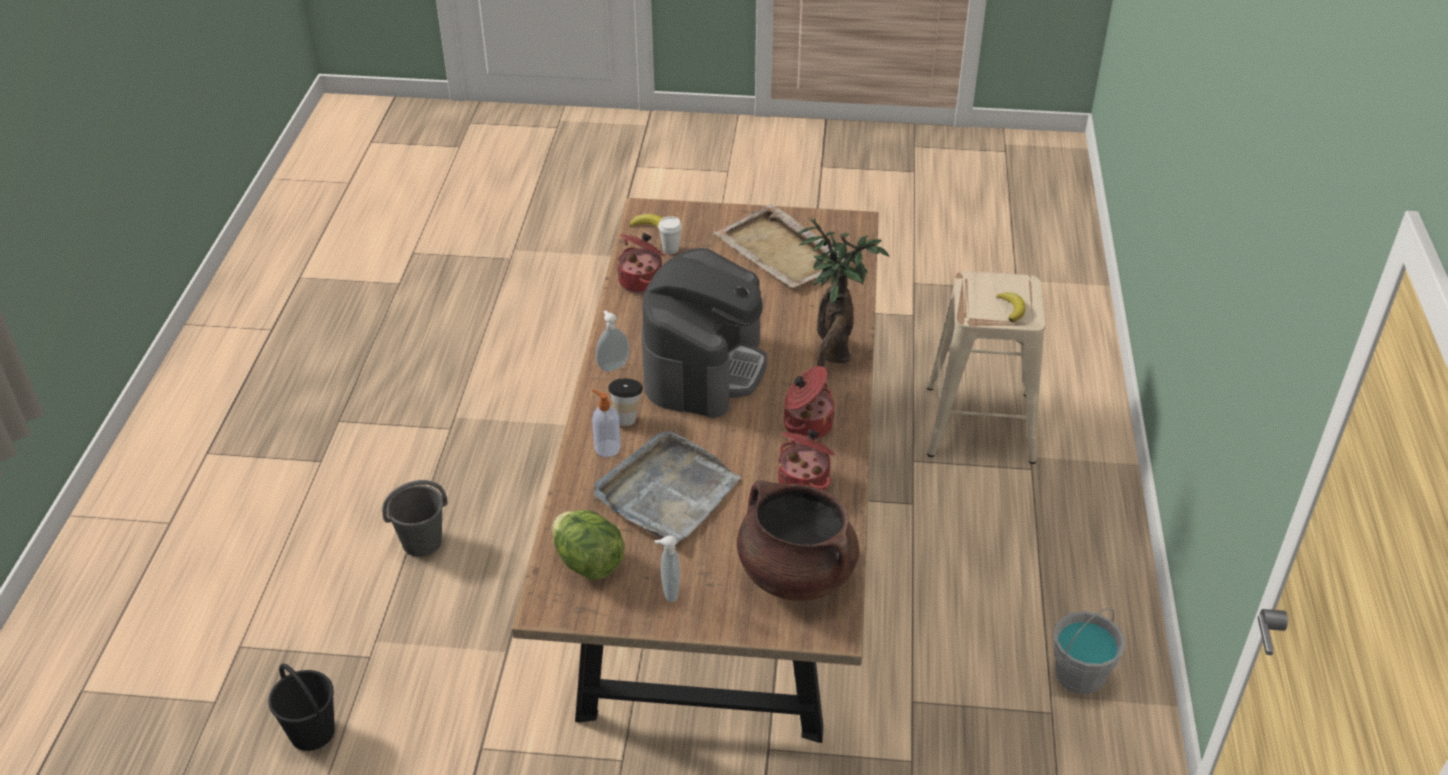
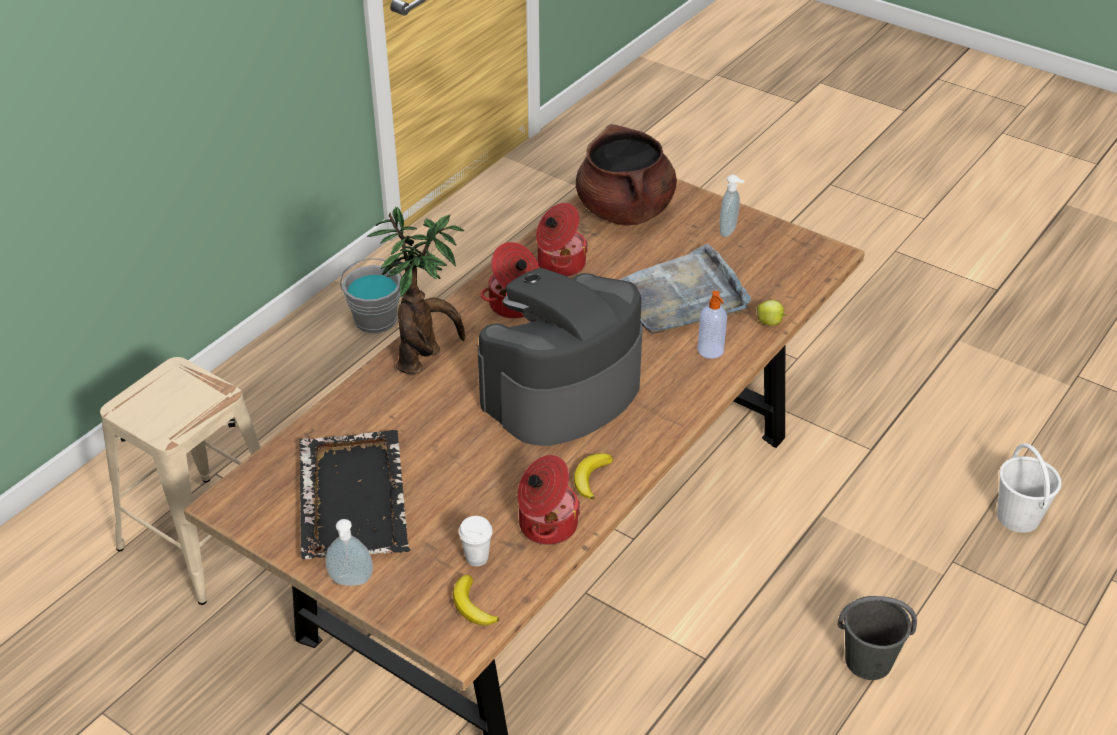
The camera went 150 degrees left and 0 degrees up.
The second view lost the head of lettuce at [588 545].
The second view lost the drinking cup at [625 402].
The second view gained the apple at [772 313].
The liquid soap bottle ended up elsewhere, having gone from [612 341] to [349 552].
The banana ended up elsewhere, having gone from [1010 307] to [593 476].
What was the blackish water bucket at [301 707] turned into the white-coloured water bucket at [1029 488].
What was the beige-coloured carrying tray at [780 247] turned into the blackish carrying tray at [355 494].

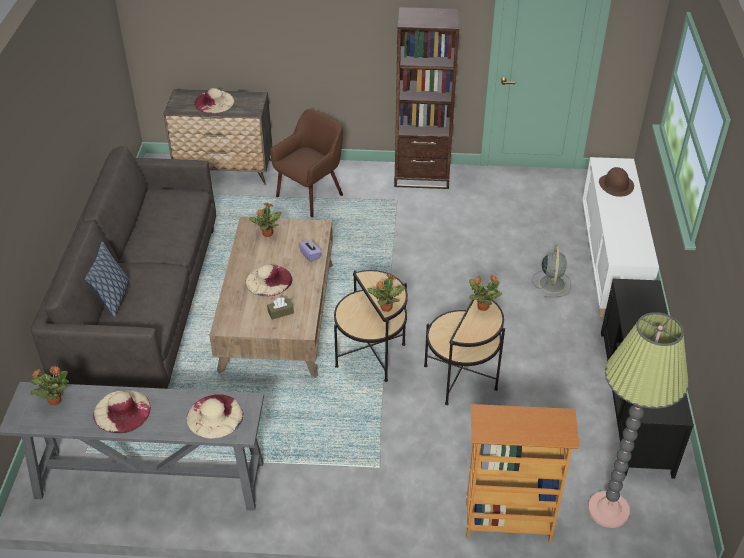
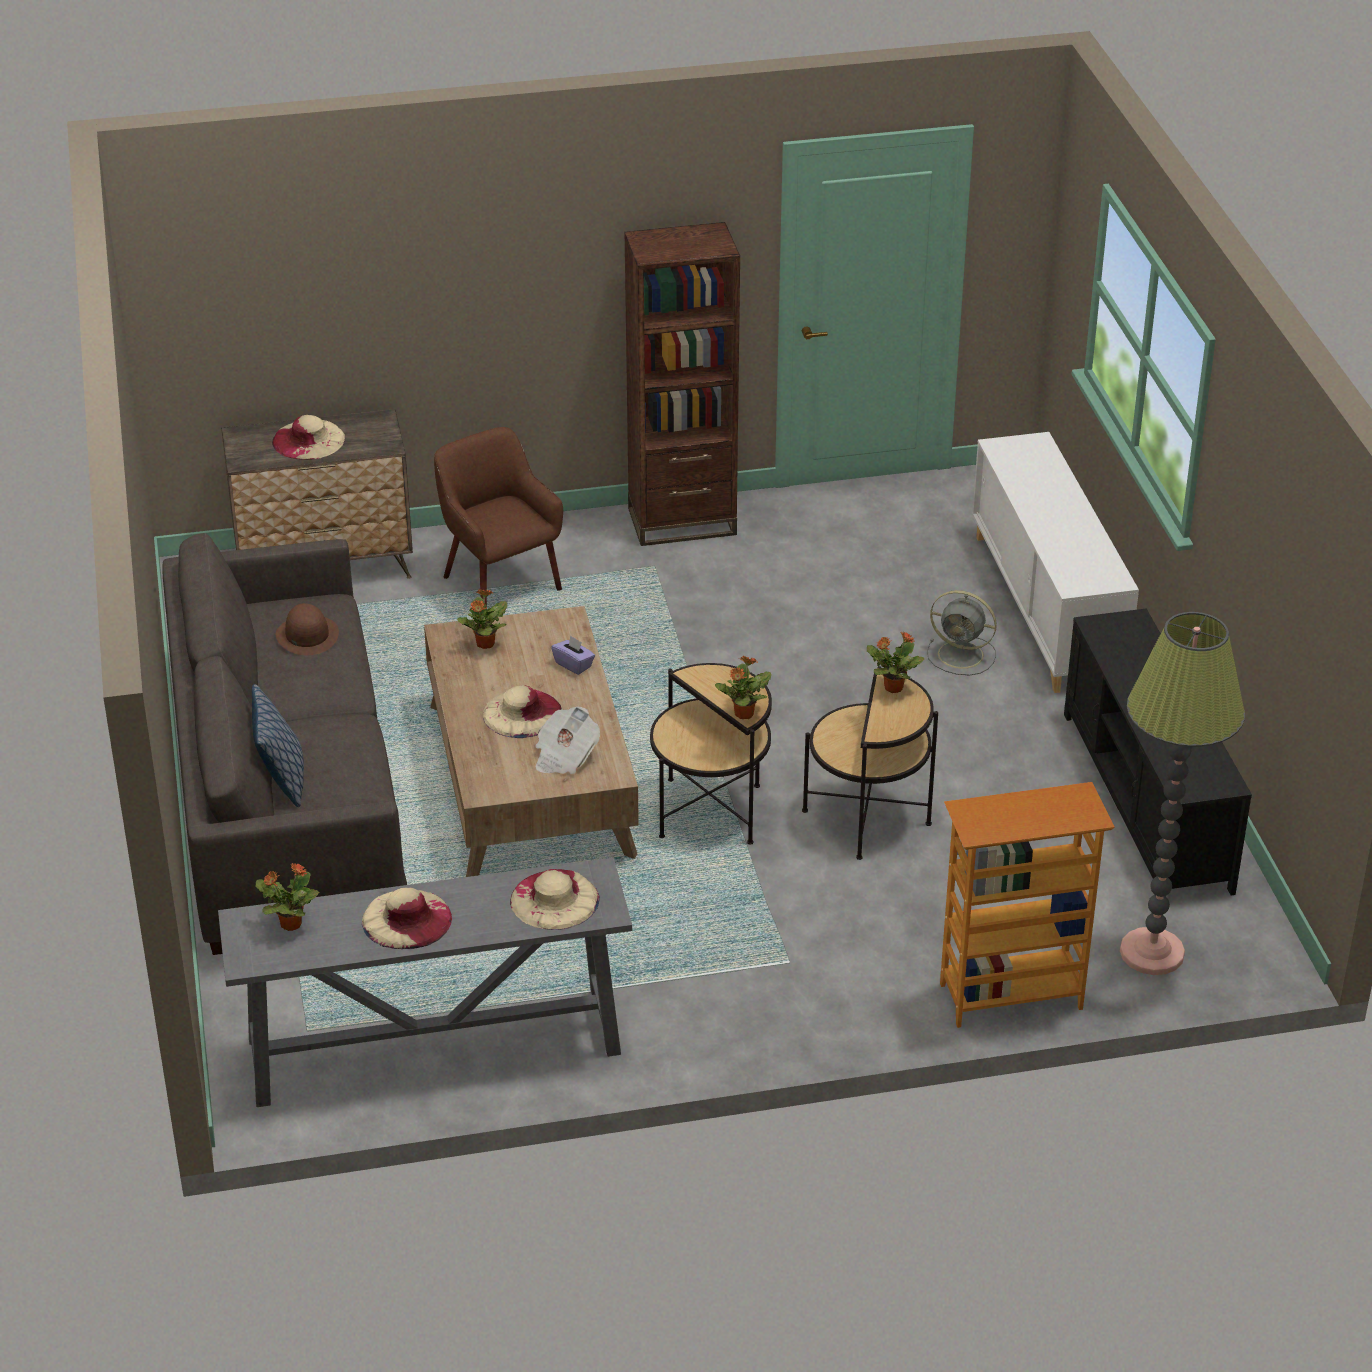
The camera went 15 degrees left and 5 degrees down.
The brown-coloured clothing hat ended up elsewhere, having gone from [616 182] to [307 629].
Where the brown-coloured tissue box stood at [280 308], the daily paper came to stand at [567 740].
The brown-coloured easy chair at [306 163] ended up facing another way, 60 degrees counterclockwise from before.
The greyish electric fan at [551 271] ended up facing another way, 120 degrees clockwise from before.

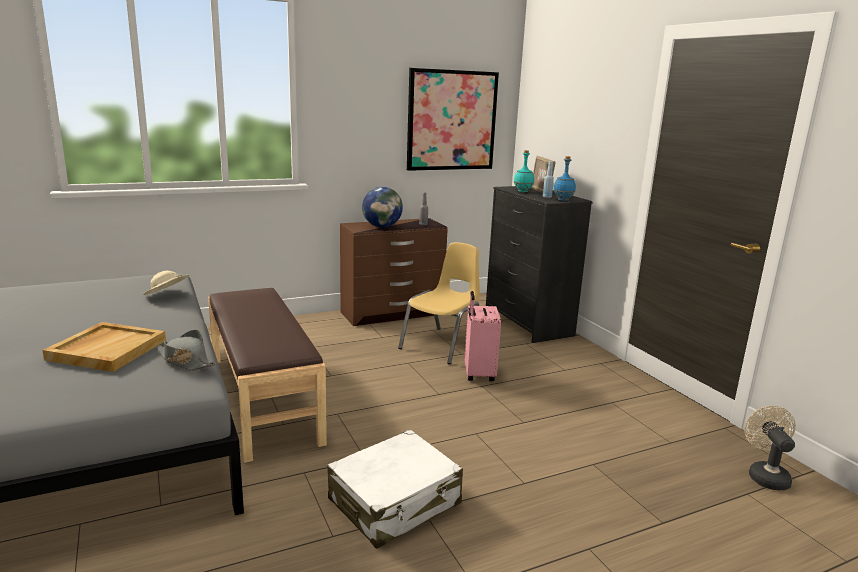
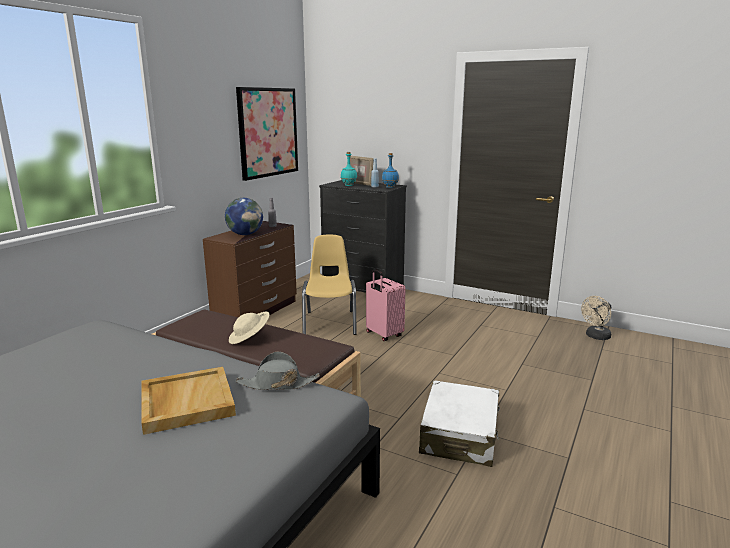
The camera went 35 degrees left and 0 degrees up.
The beige-coloured clothing hat ended up elsewhere, having gone from [166 283] to [249 328].
The beige-coloured electric fan at [770 448] ended up facing another way, 90 degrees counterclockwise from before.

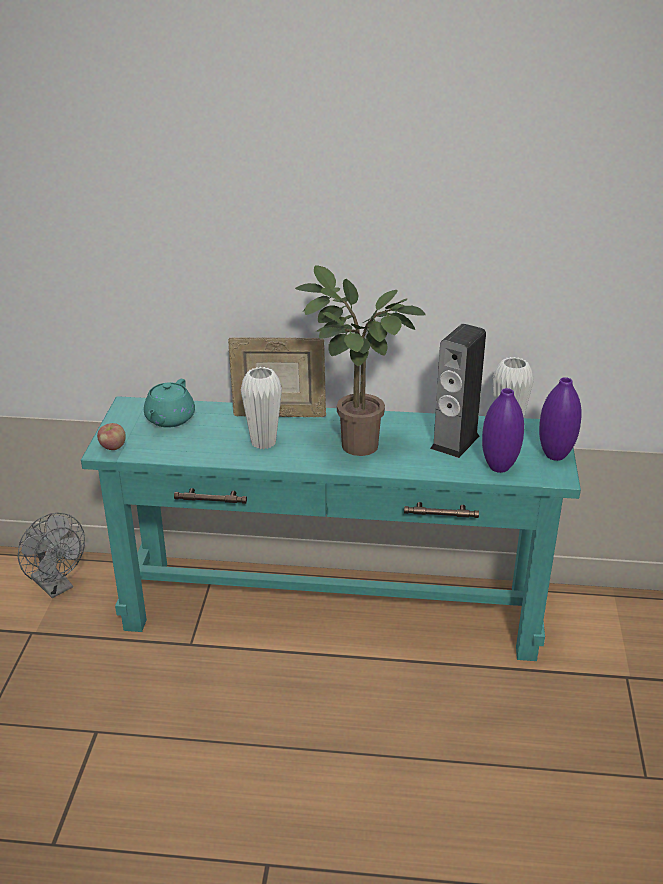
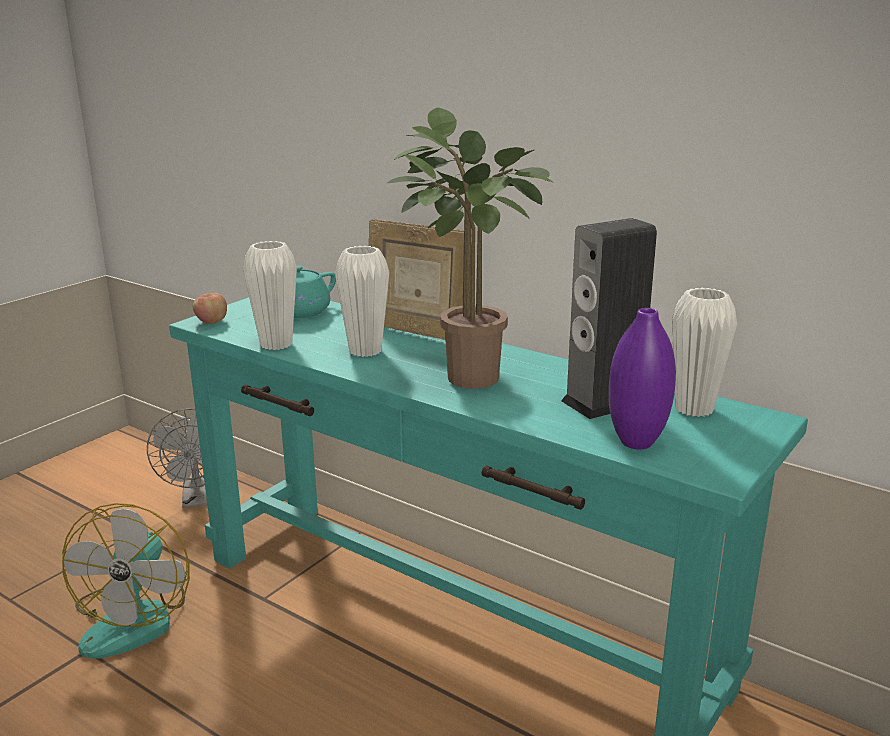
The camera went 30 degrees right and 10 degrees down.
The second view lost the purplish vase at [560 419].
The second view gained the electric fan at [126 581].
The second view gained the white-coloured vase at [270 295].

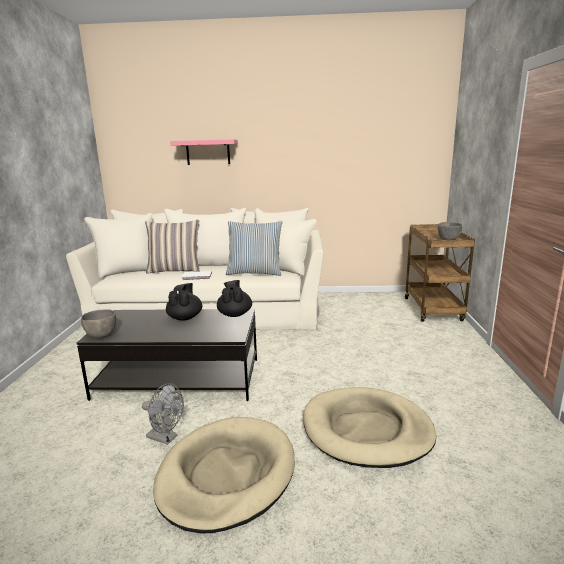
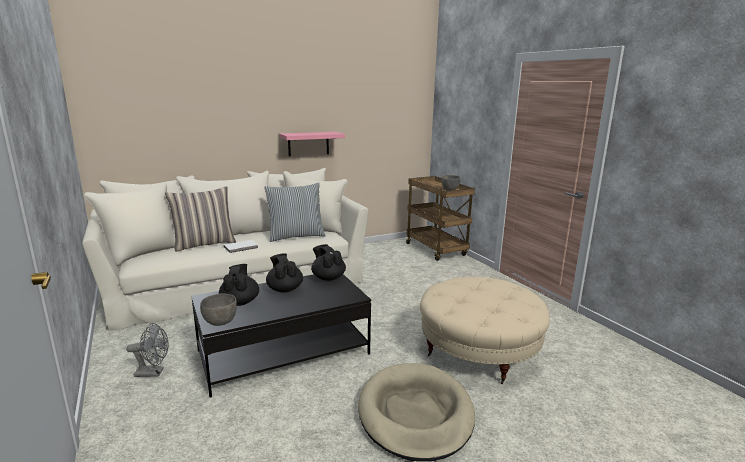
The camera went 30 degrees left and 0 degrees up.
The second view gained the blackish teapot at [239 285].
The greyish electric fan ended up elsewhere, having gone from [163 414] to [147 350].
The pink shelf ended up elsewhere, having gone from [204 152] to [312 144].
Where the beige-coloured dog bed stood at [369 427], the beige-coloured pouffe came to stand at [485 330].

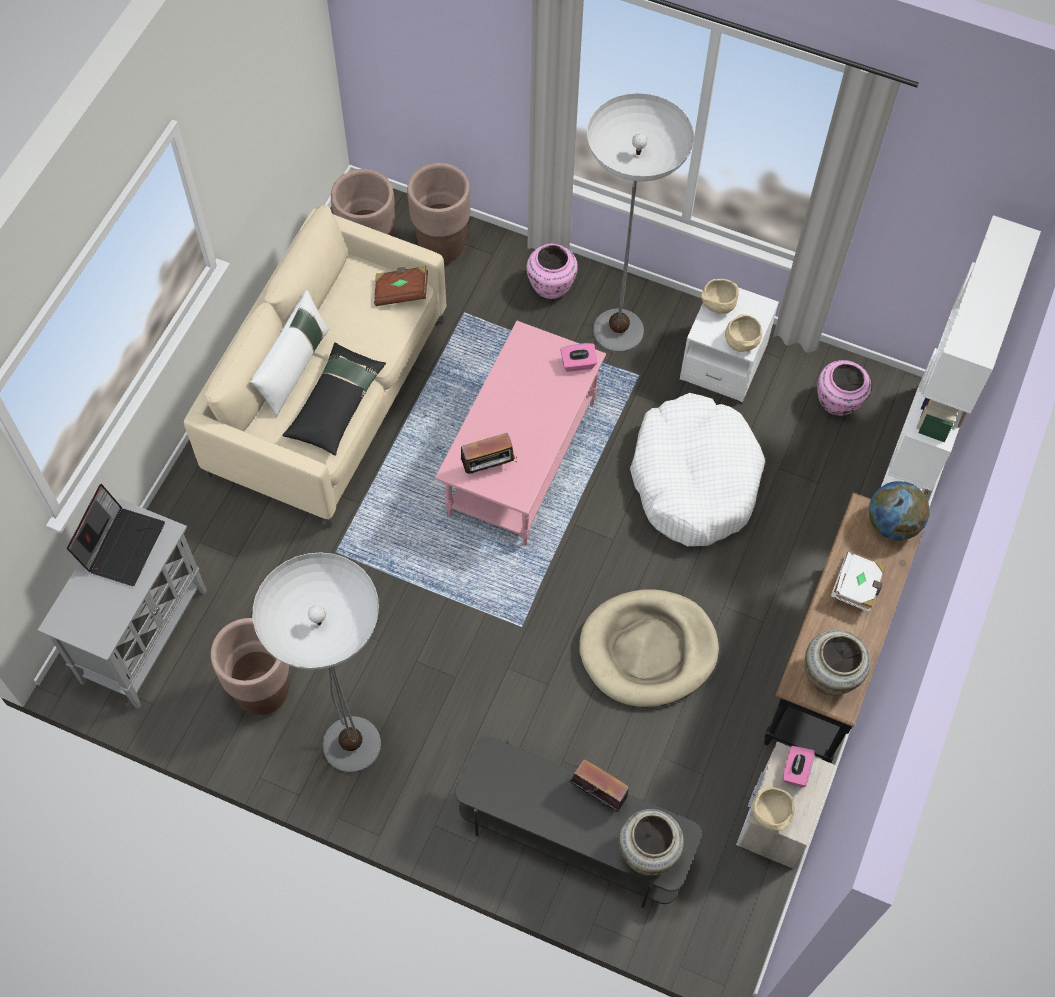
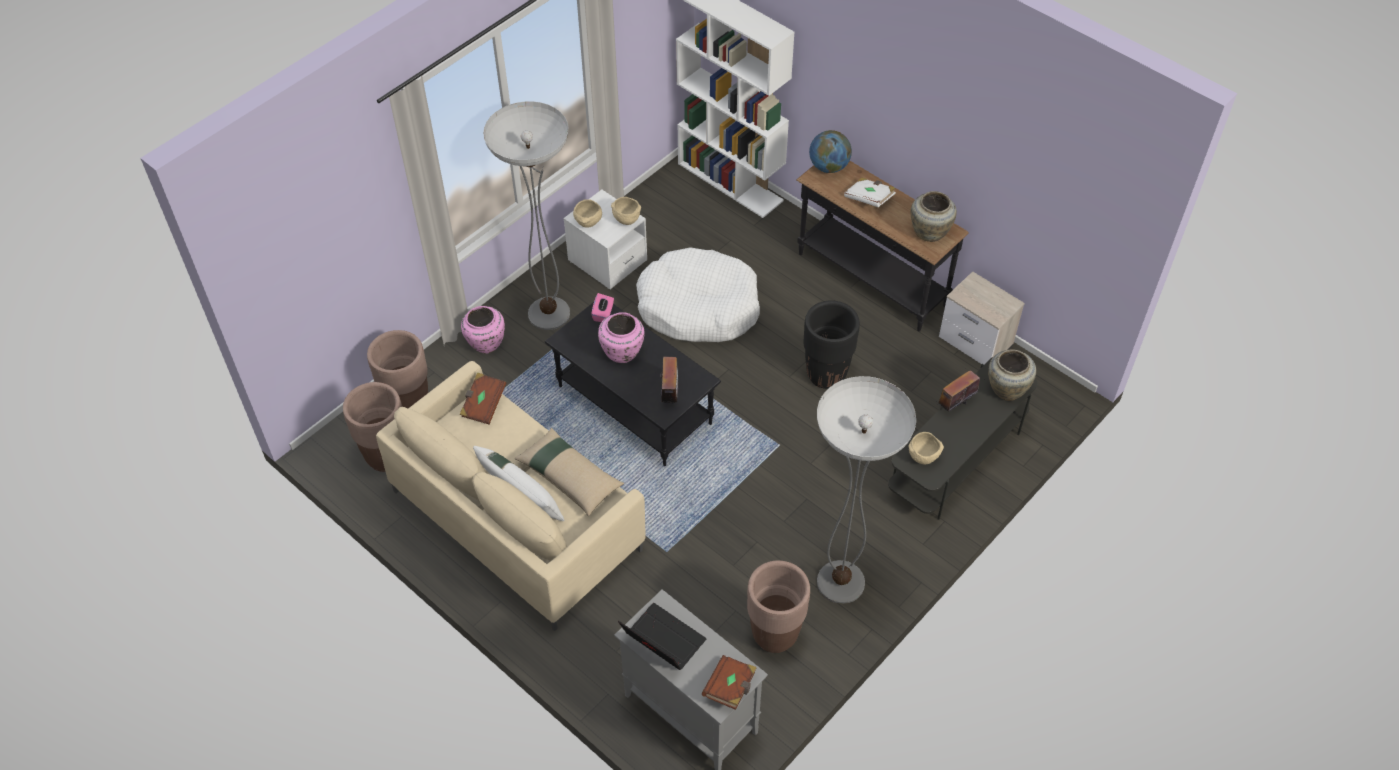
The camera went 70 degrees left and 10 degrees down.
The second view lost the pink tissue box at [798 767].
The second view gained the brown-coloured volume at [729 682].
The beige-coloured bowl ended up elsewhere, having gone from [773 808] to [926 448].
The pink vase ended up elsewhere, having gone from [844 388] to [621 337].
Where the beige-coloured dog bed stood at [649 648], the blackish plant pot came to stand at [831 344].
What was the blackish throw pillow at [334 399] turned into the beige-coloured throw pillow at [569 472].
What was the pink lounge table at [520 433] turned into the blackish lounge table at [633 384].

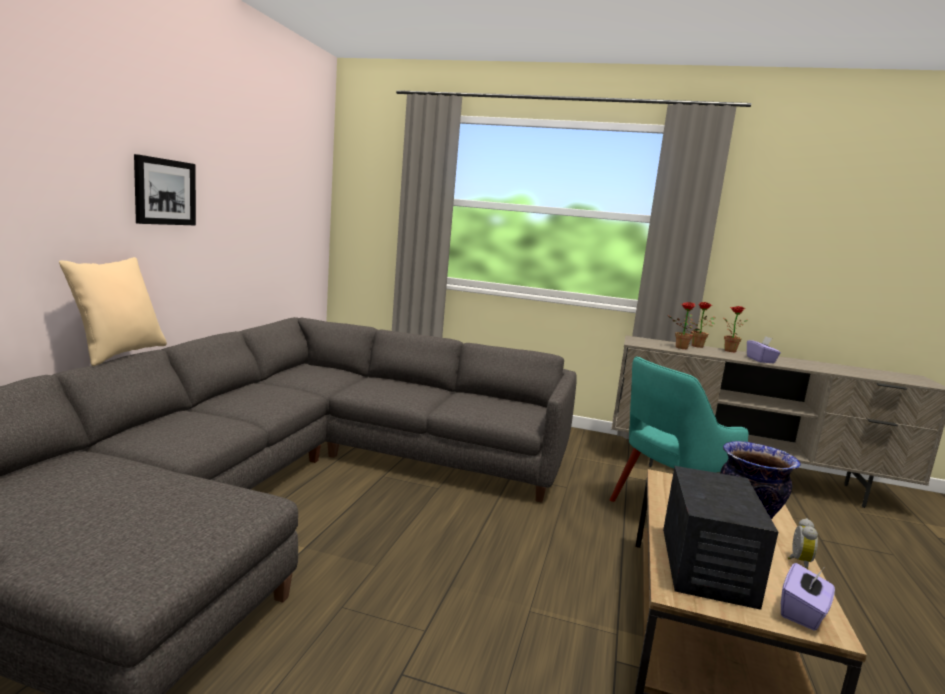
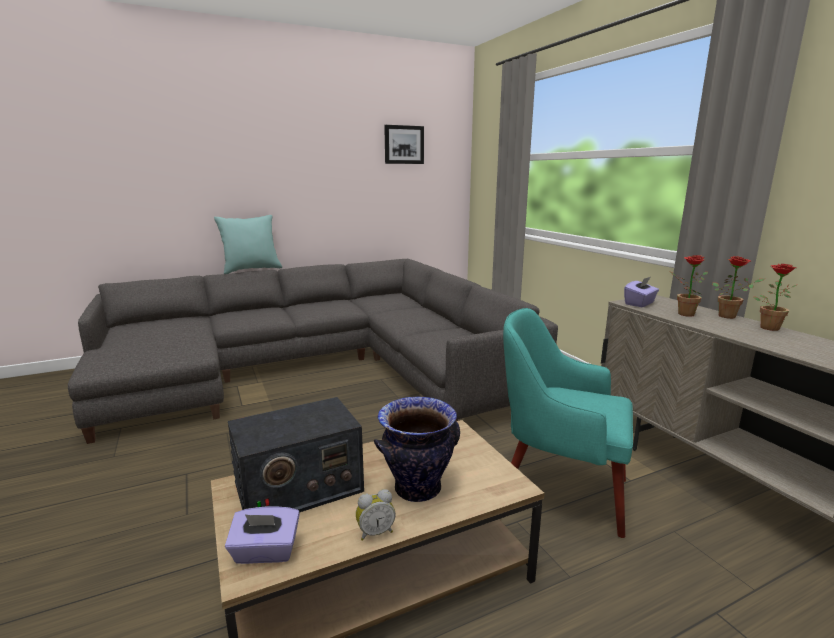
The camera went 50 degrees right and 5 degrees up.
The picture ended up elsewhere, having gone from [165 190] to [404 144].
The purplish tissue box ended up elsewhere, having gone from [764 349] to [641 292].
What was the beige-coloured throw pillow at [113 311] turned into the blue-green throw pillow at [248 244].

